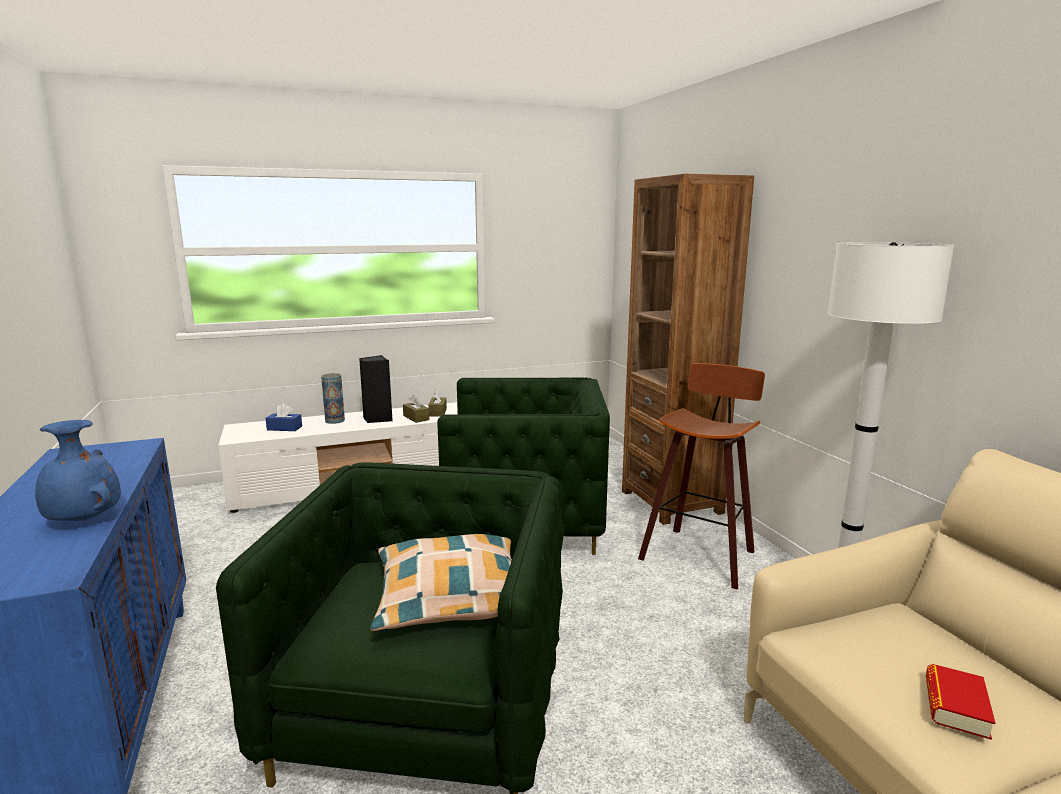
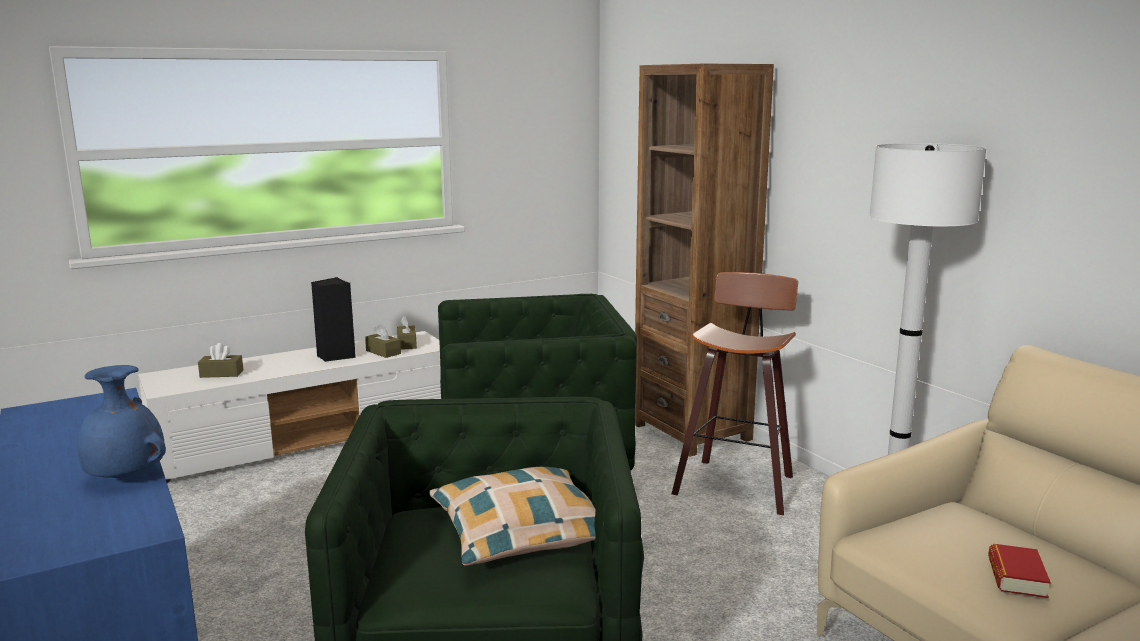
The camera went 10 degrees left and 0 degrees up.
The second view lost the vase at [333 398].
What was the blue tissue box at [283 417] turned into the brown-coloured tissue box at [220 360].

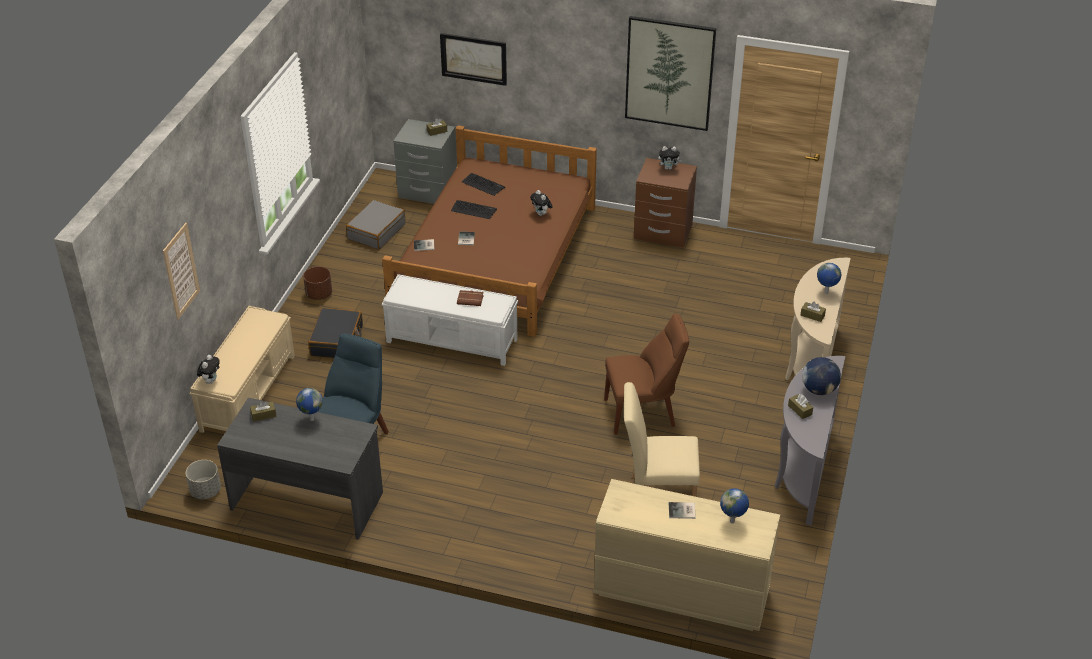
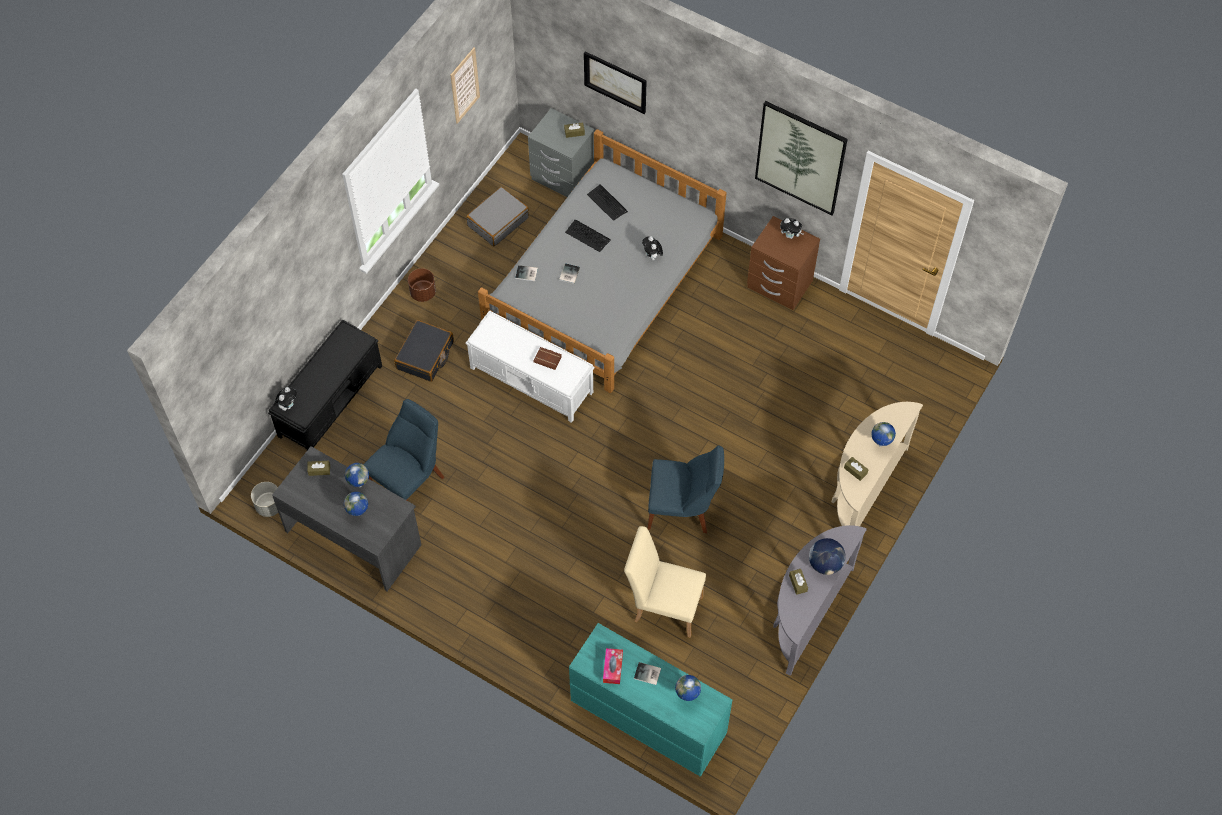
The camera went 15 degrees right and 20 degrees up.
The second view gained the world globe at [356 504].
The second view gained the tissue box at [613 666].
The picture ended up elsewhere, having gone from [181 271] to [465 85].
What was the beige-coloured indoor bench at [242 369] turned into the blackish indoor bench at [325 385].
What was the brown-coloured bedroom bed at [489 231] turned into the greyish bedroom bed at [602 261].
What was the beige-coloured dresser at [686 555] turned into the blue-green dresser at [651 700].
What was the brown-coloured chair at [646 374] turned into the blue chair at [685 489].

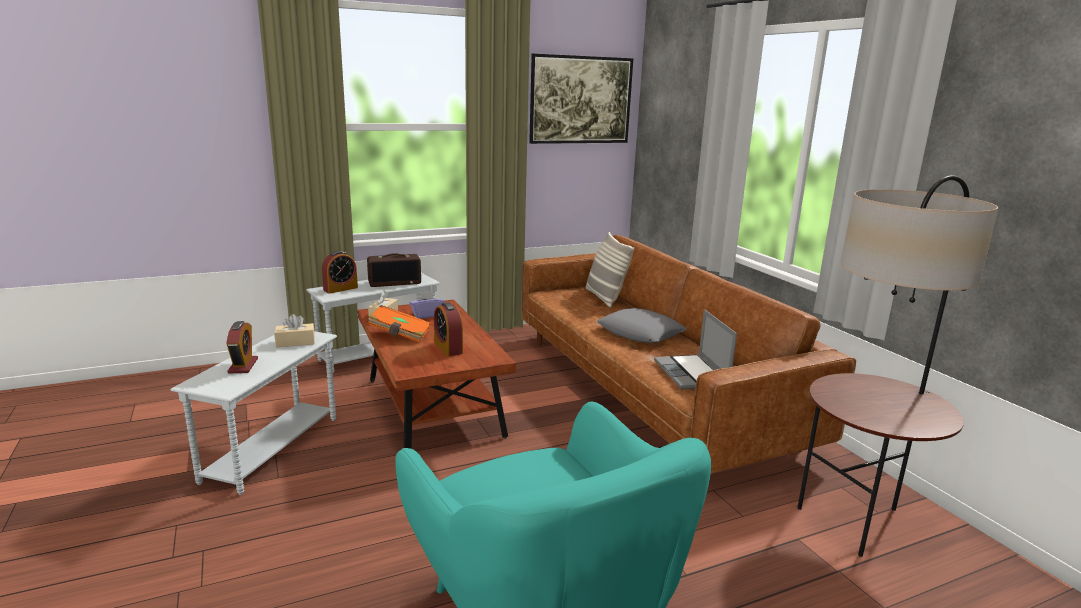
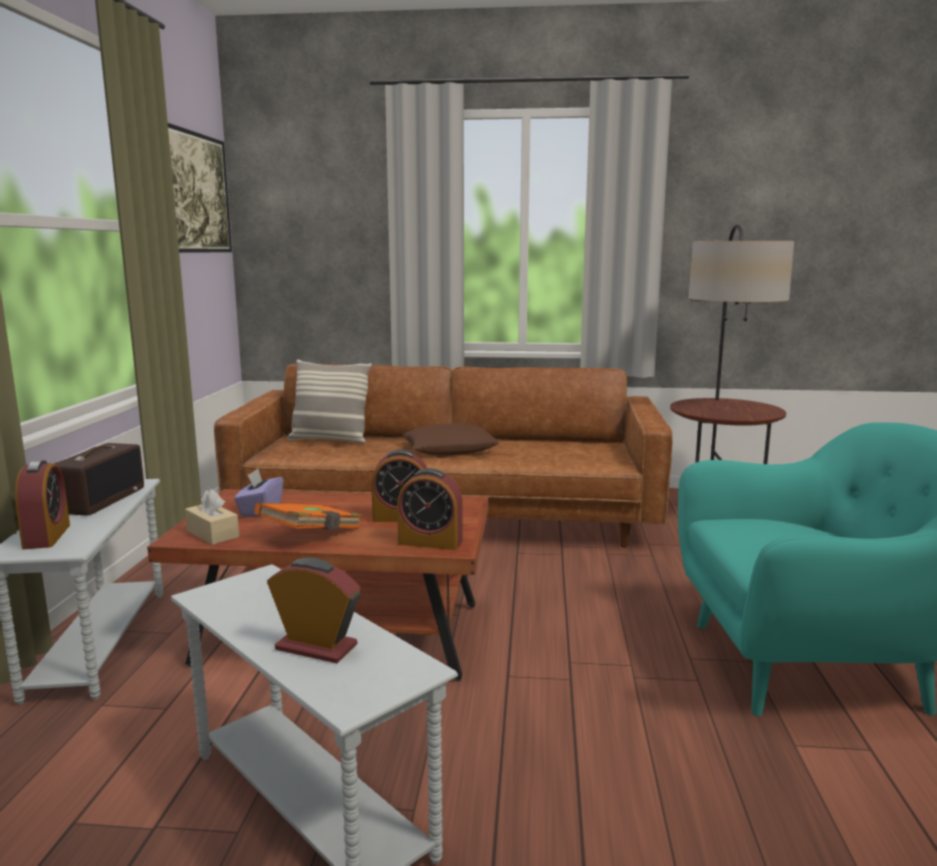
The camera went 60 degrees left and 5 degrees down.
The second view lost the beige-coloured tissue box at [294 331].
The second view lost the laptop at [695 349].
The second view gained the table clock at [430 509].
What was the greyish throw pillow at [642 325] turned into the brown-coloured throw pillow at [451 439].

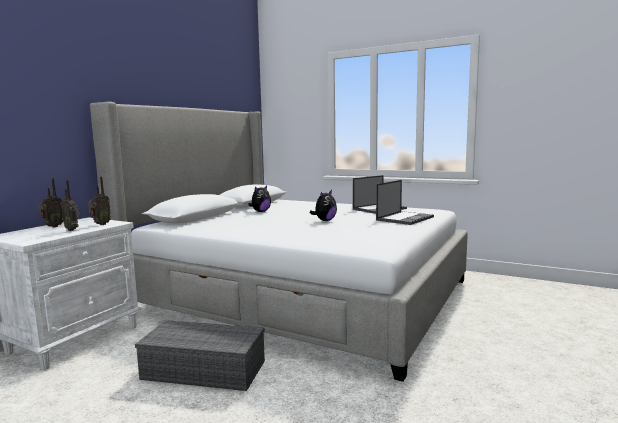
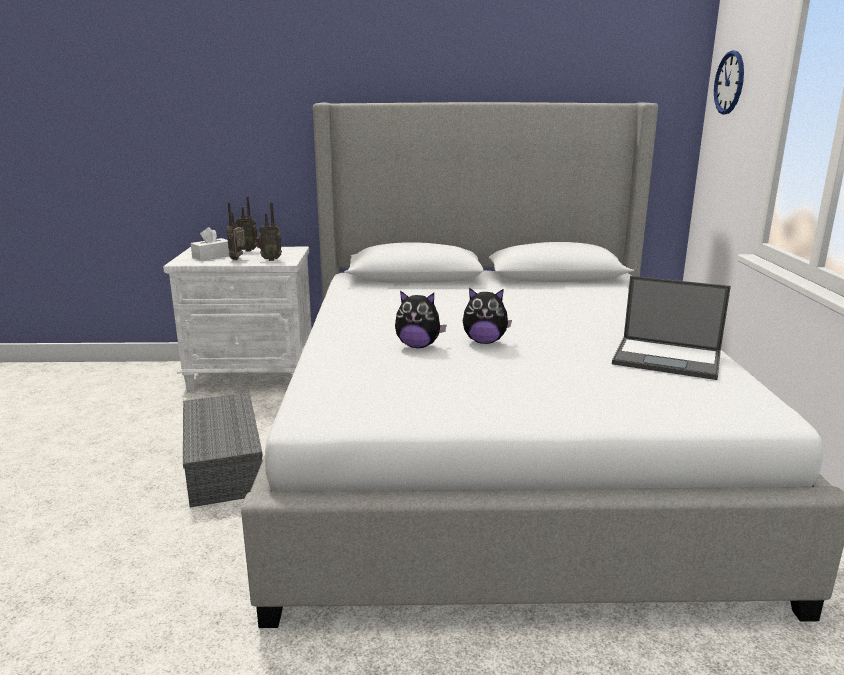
The camera went 60 degrees right and 10 degrees up.
The second view lost the laptop at [405 202].
The second view gained the white-coloured tissue box at [210 244].
The second view gained the wall clock at [729 82].
The soft toy ended up elsewhere, having gone from [259 198] to [421 319].

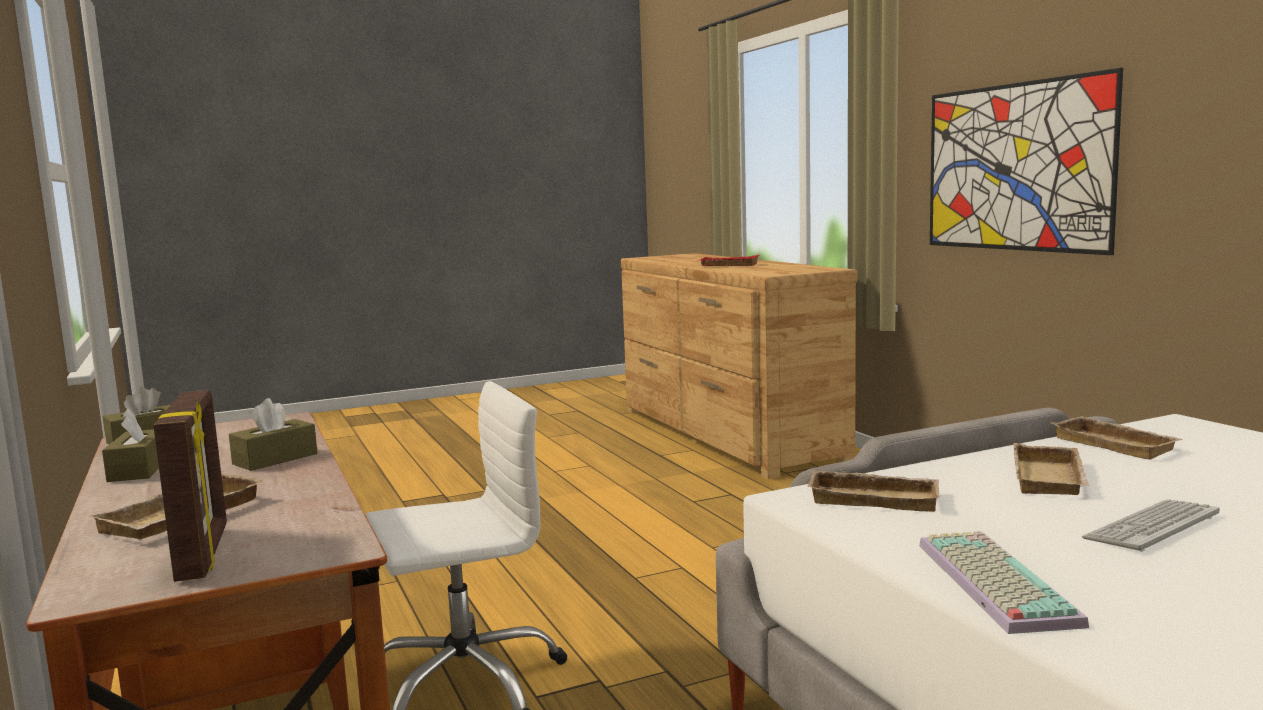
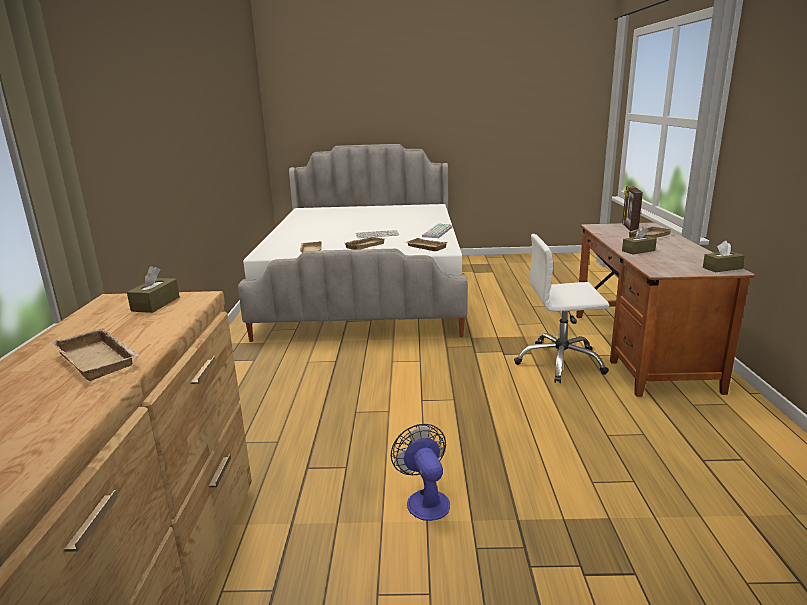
The camera went 155 degrees left and 10 degrees up.
The second view lost the picture at [1026 161].
The second view gained the electric fan at [420 472].
The brown-coloured tissue box ended up elsewhere, having gone from [130 445] to [153 289].
What was the red carrying tray at [728 260] turned into the beige-coloured carrying tray at [95 354].

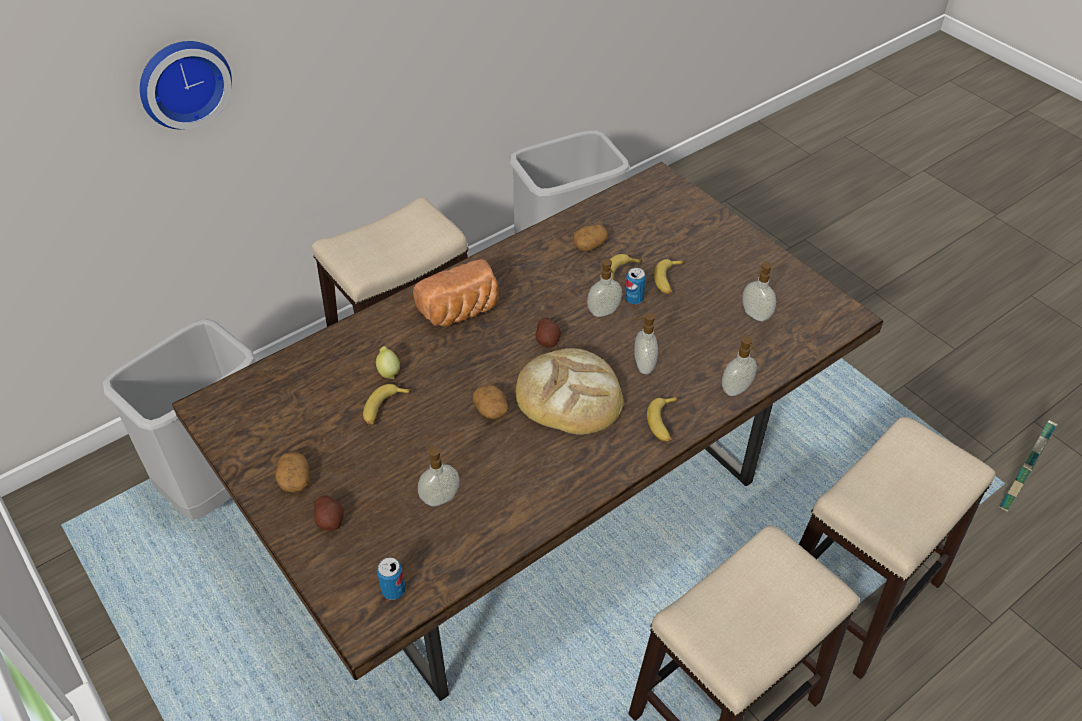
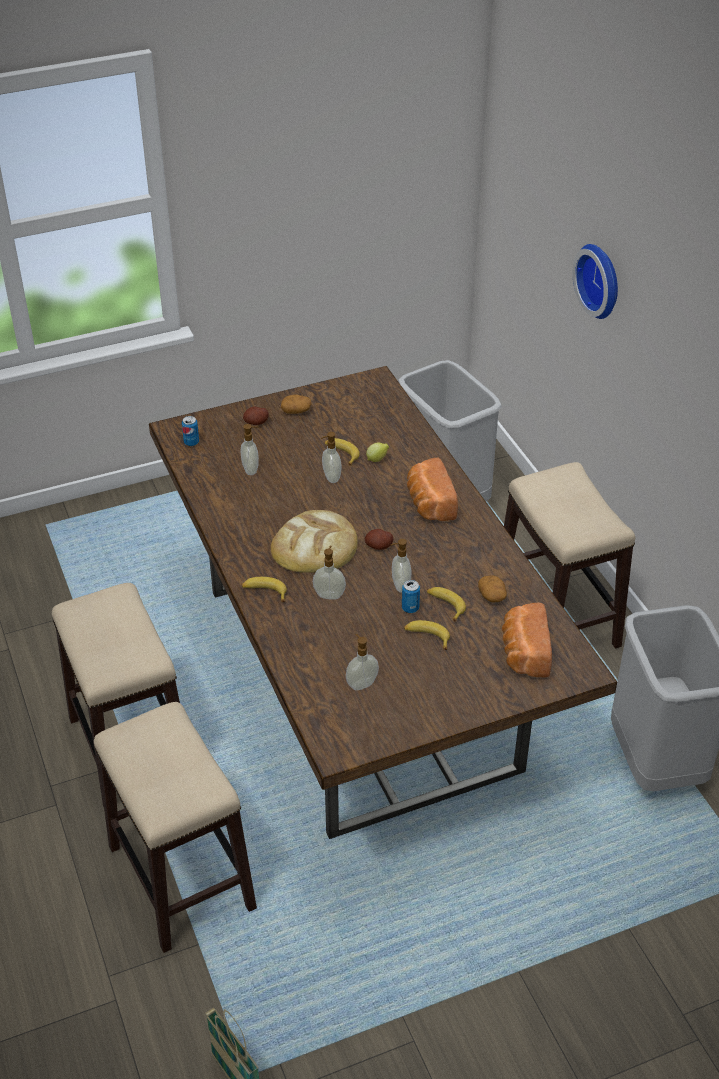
The camera went 105 degrees right and 5 degrees down.
The second view lost the potato at [490 402].
The second view gained the bread at [527 640].
The liquid soap bottle ended up elsewhere, having gone from [739 366] to [331 457].

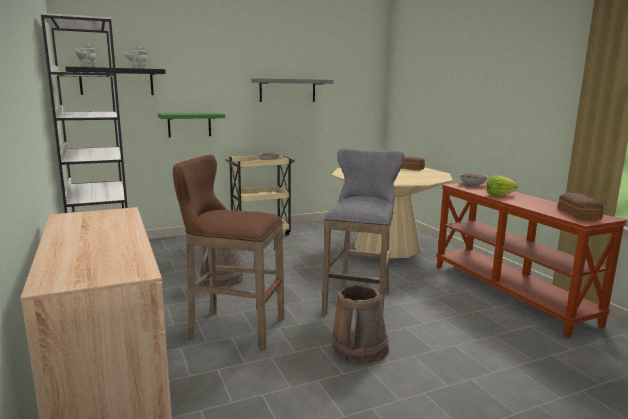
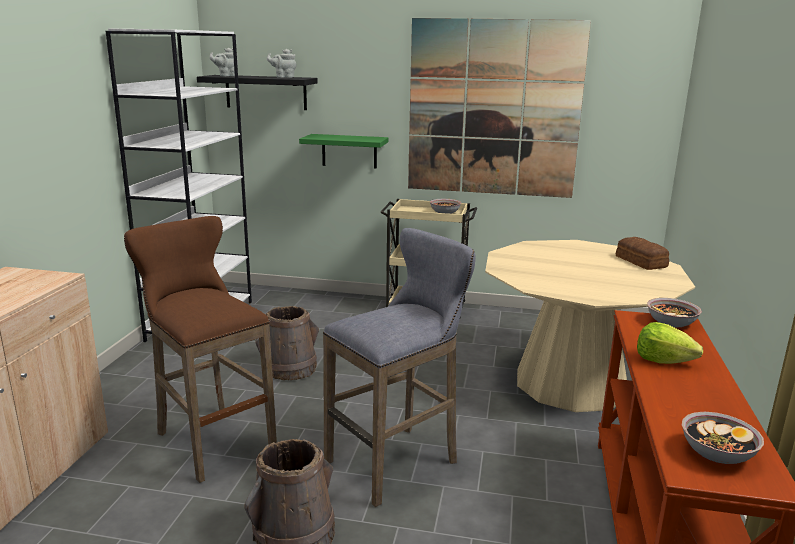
The camera went 35 degrees right and 5 degrees up.
Where the greyish shelf hung at [292 90], the picture came to hang at [499 108].
Where the bread stood at [580 206], the bowl came to stand at [723 438].

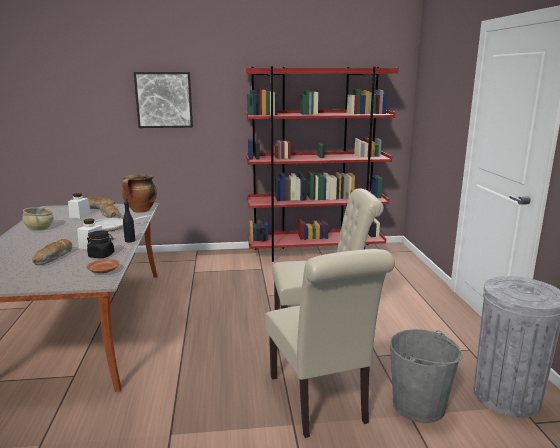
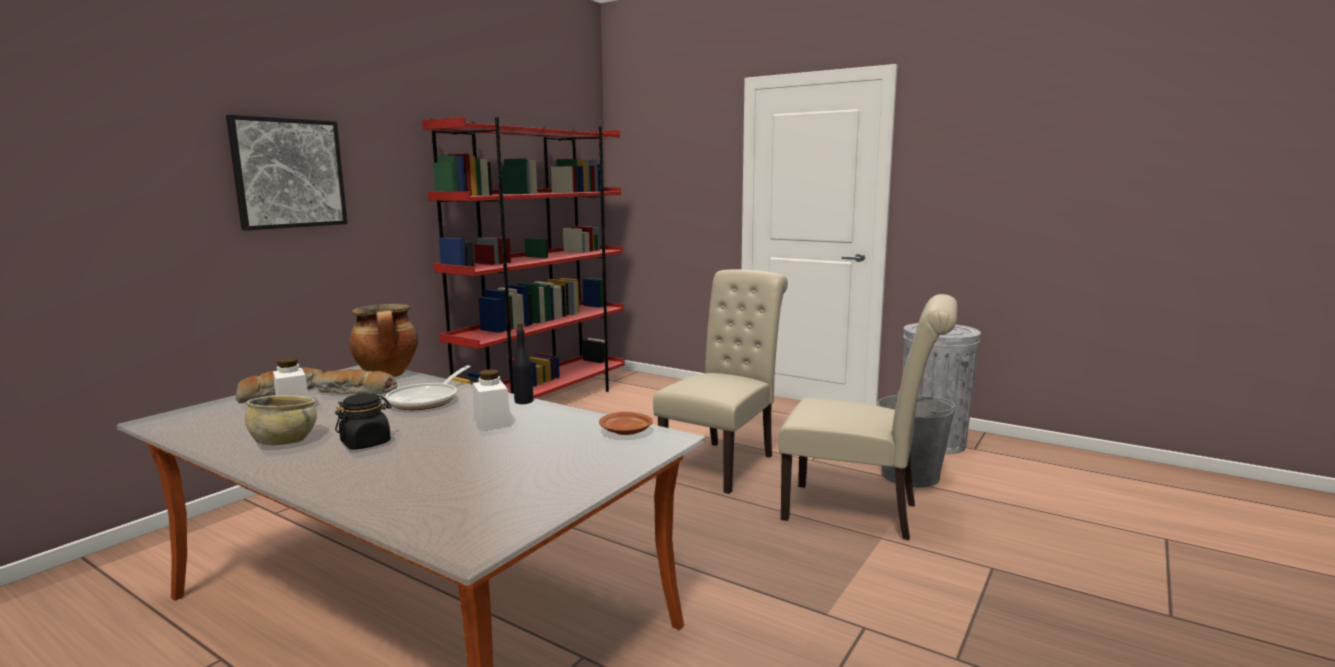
The camera went 50 degrees left and 5 degrees down.
The second view lost the bread at [52 252].
The blackish storage jar ended up elsewhere, having gone from [100 244] to [363 421].

